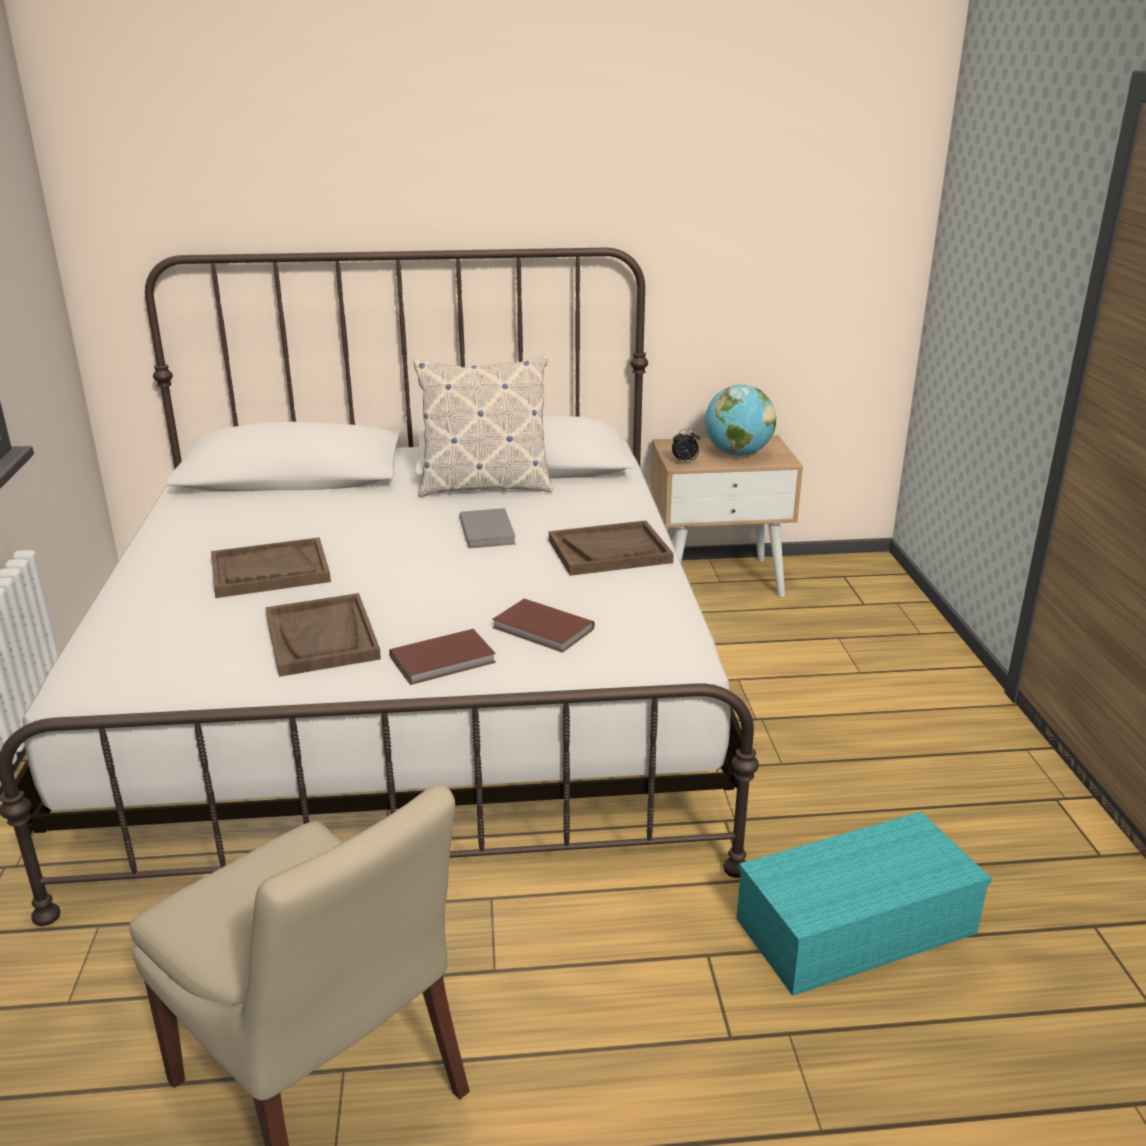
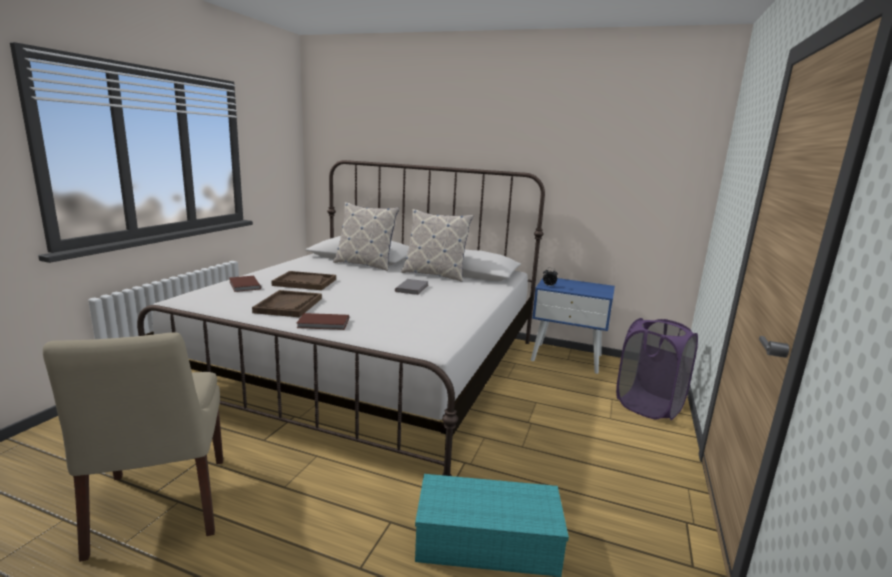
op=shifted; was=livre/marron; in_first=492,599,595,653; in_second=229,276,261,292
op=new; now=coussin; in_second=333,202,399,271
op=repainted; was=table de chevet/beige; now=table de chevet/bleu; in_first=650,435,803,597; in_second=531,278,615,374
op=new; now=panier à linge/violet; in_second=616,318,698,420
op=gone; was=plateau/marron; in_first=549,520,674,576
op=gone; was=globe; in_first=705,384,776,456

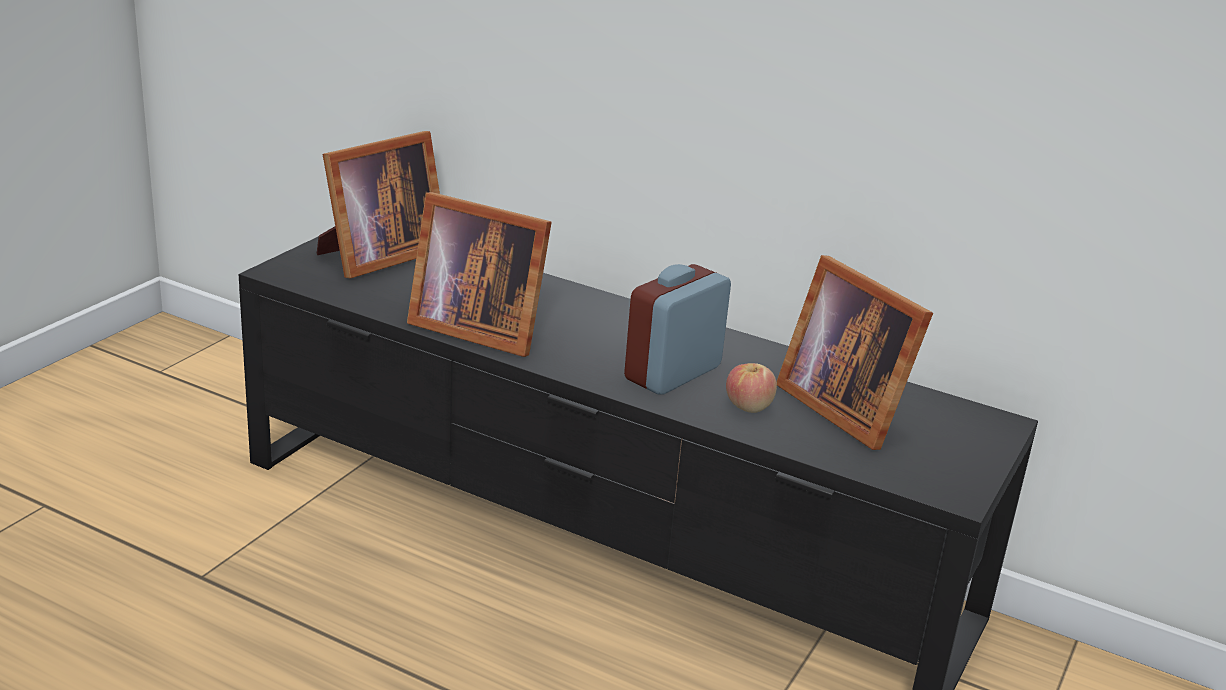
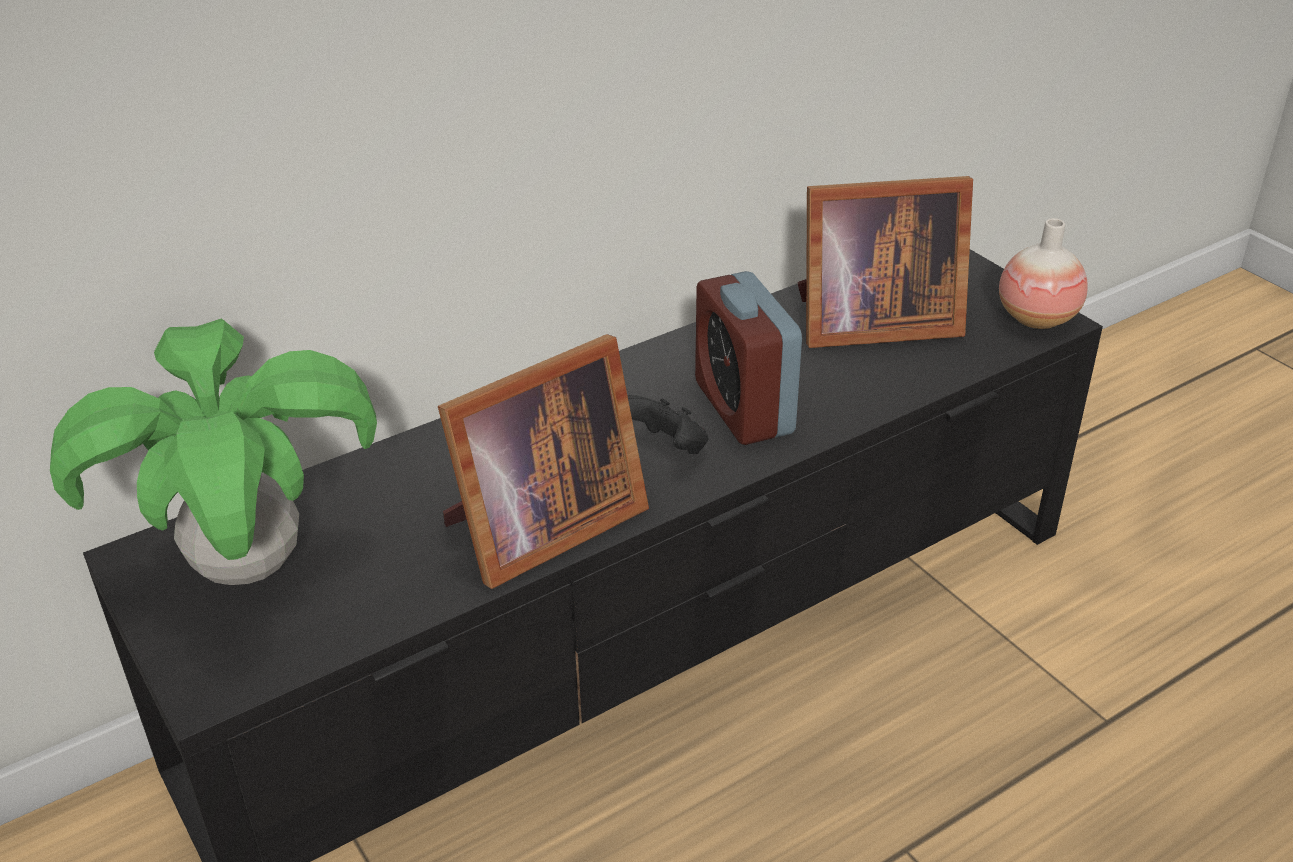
op=swapped; was=cadre photo; now=plante en pot; in_first=317,131,440,279; in_second=50,318,377,585
op=new; now=manette/noir; in_second=627,395,708,454
op=new; now=vase; in_second=999,218,1088,329
op=gone; was=pomme; in_first=726,363,777,413

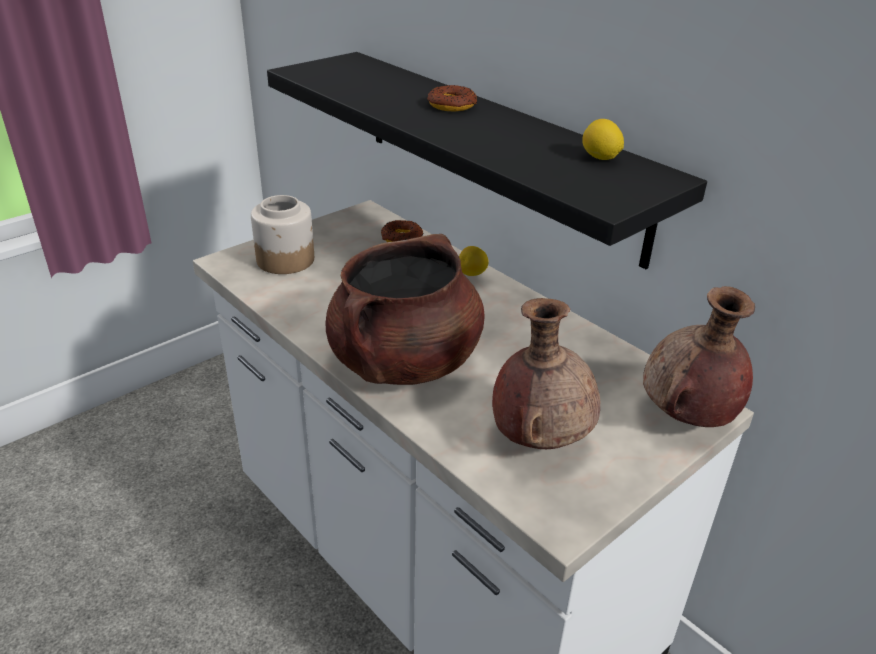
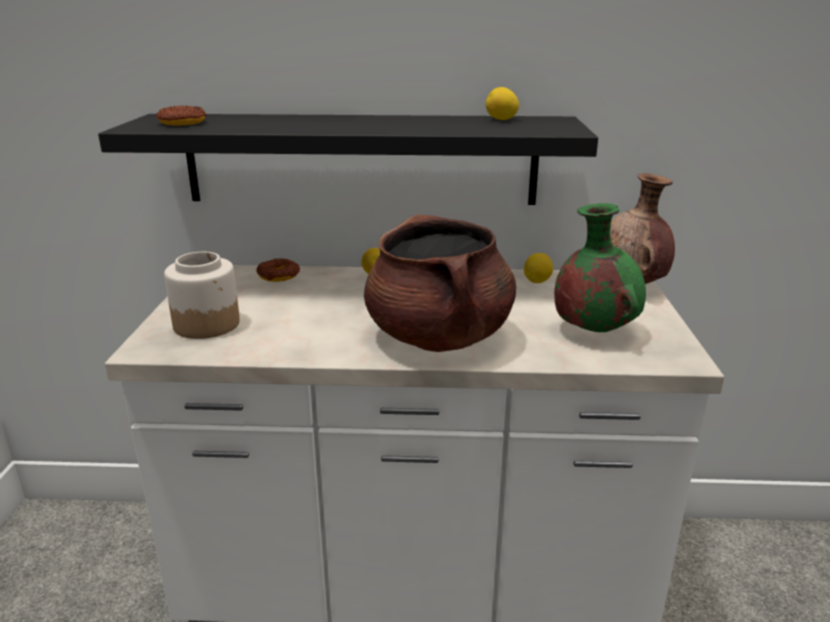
op=shifted; was=beignet; in_first=427,85,477,112; in_second=156,105,207,126
op=new; now=citron; in_second=524,253,553,283
op=repainted; was=vase/marron; now=vase/vert; in_first=492,298,600,449; in_second=554,203,646,332

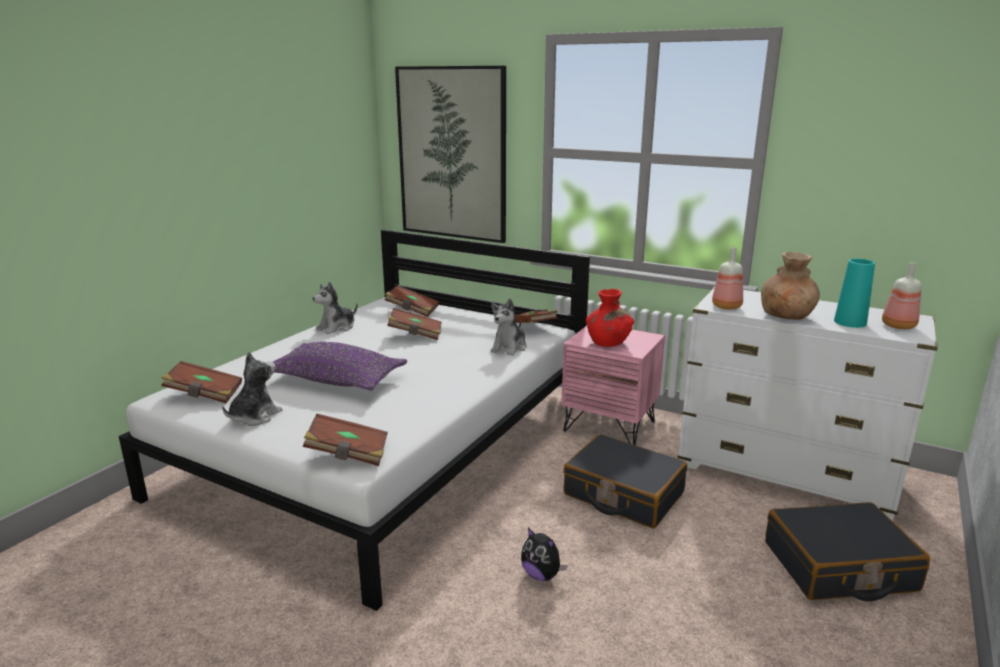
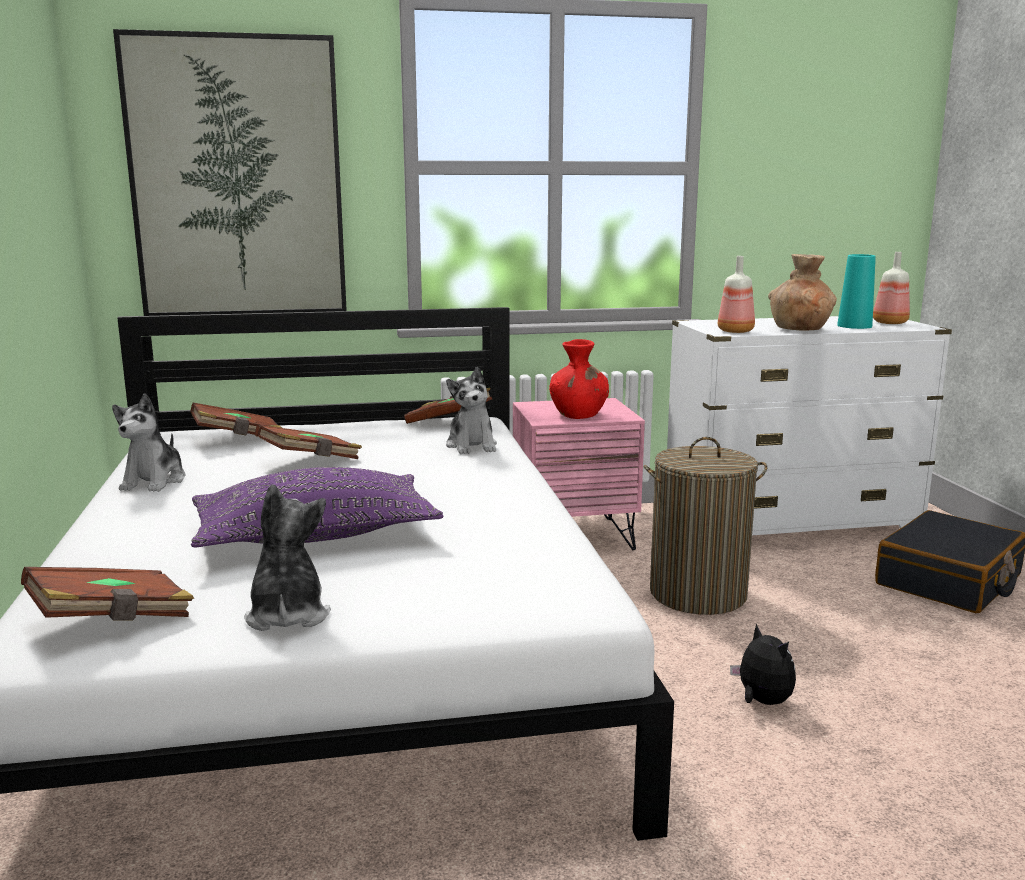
op=swapped; was=valise/noir; now=panier à linge; in_first=563,434,687,529; in_second=644,437,767,615
op=rotated; was=peluche; in_first=521,528,568,581; in_second=730,624,796,705; clockwise=-120
op=gone; was=livre/marron; in_first=303,414,388,466

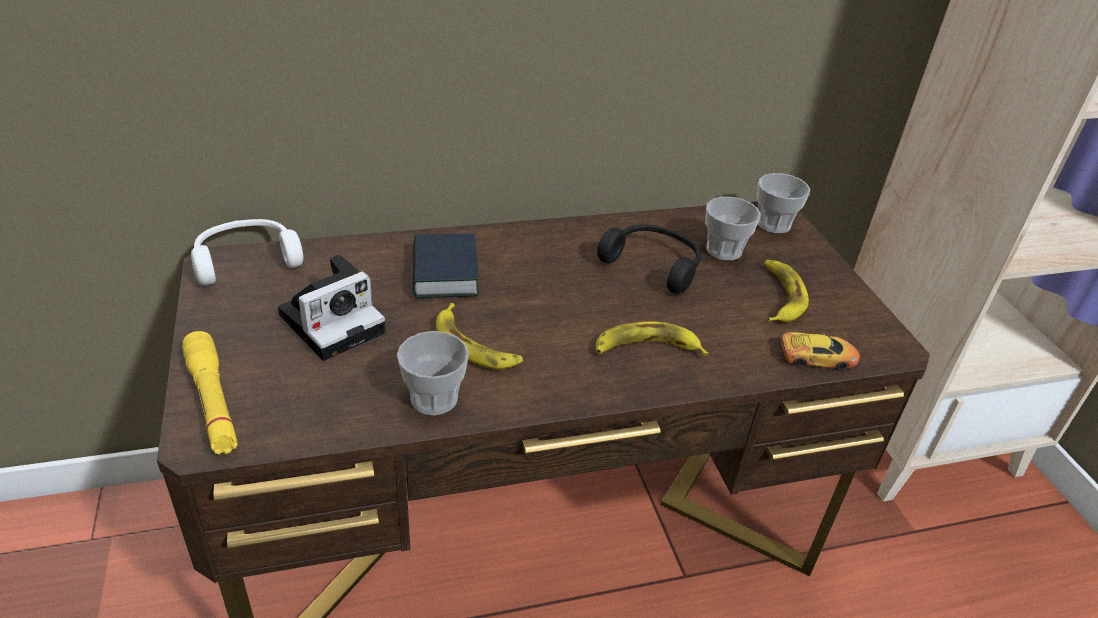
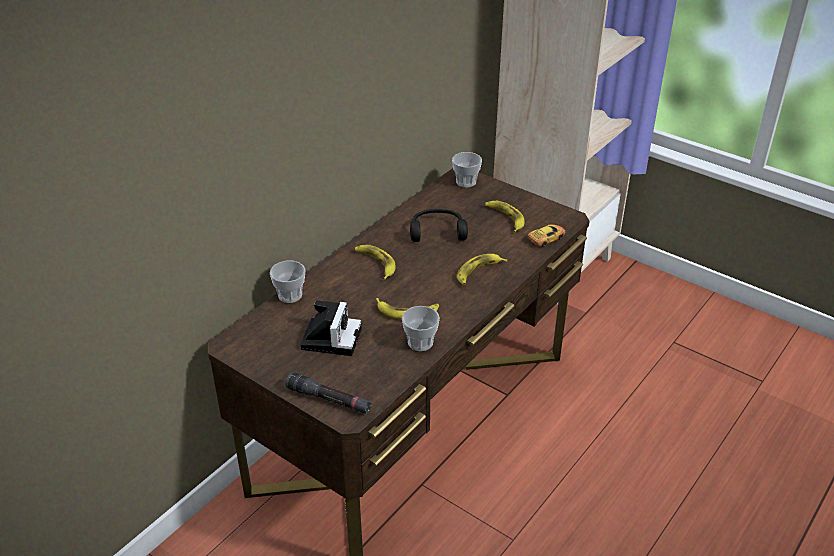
op=shifted; was=tasse; in_first=705,197,761,260; in_second=270,261,306,303
op=repainted; was=lampe de poche/jaune; now=lampe de poche/noir; in_first=182,331,238,454; in_second=286,372,372,414
op=new; now=banane; in_second=355,245,395,280
op=gone; was=casque audio/blanc; in_first=191,219,303,285
op=gone; was=livre; in_first=413,234,479,298

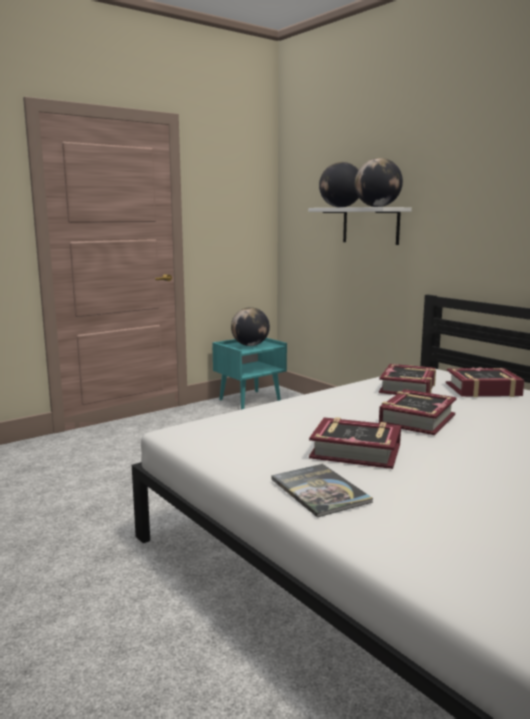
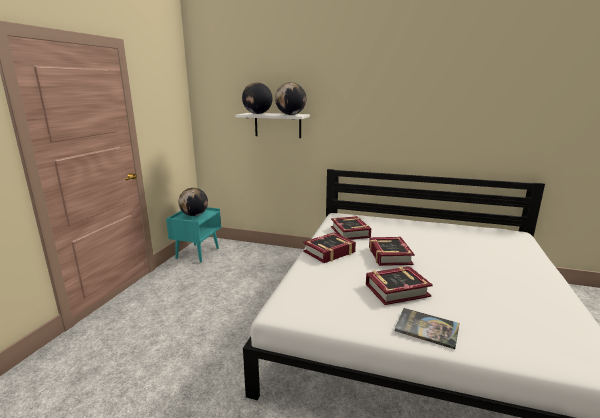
op=shifted; was=livre; in_first=446,367,525,397; in_second=303,233,356,263

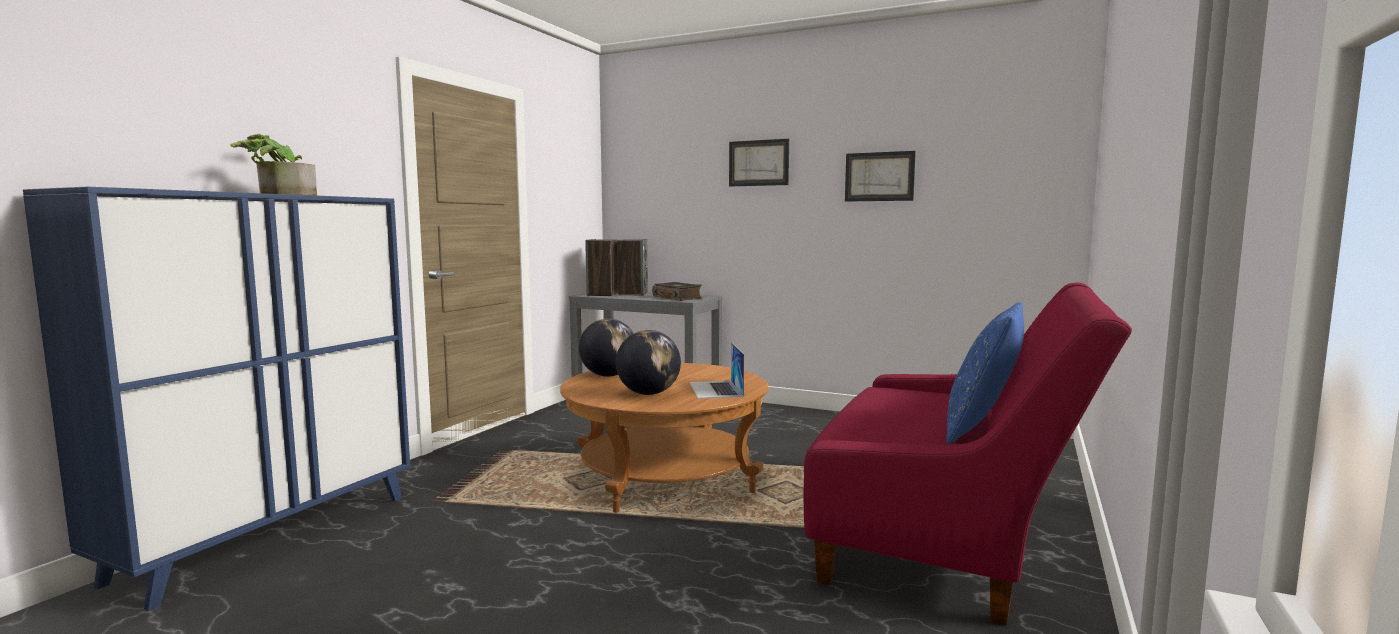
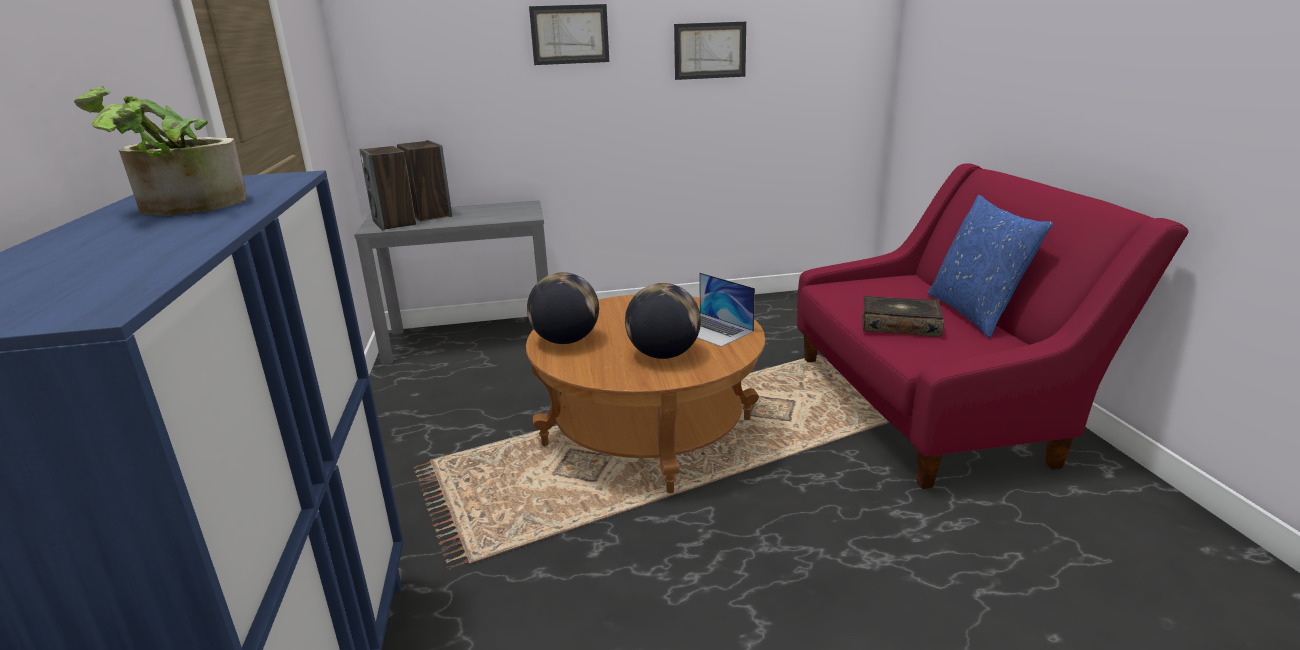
op=shifted; was=livre; in_first=652,282,702,301; in_second=862,296,944,337

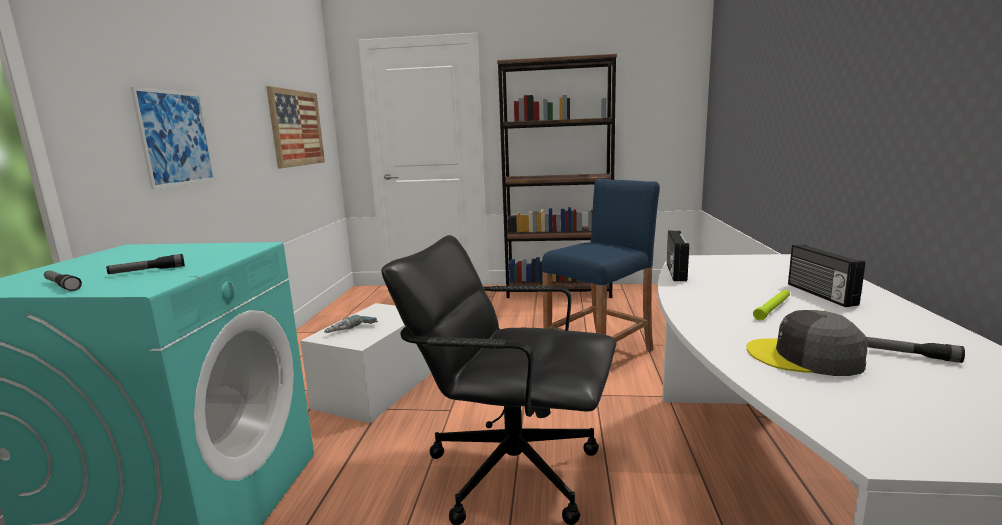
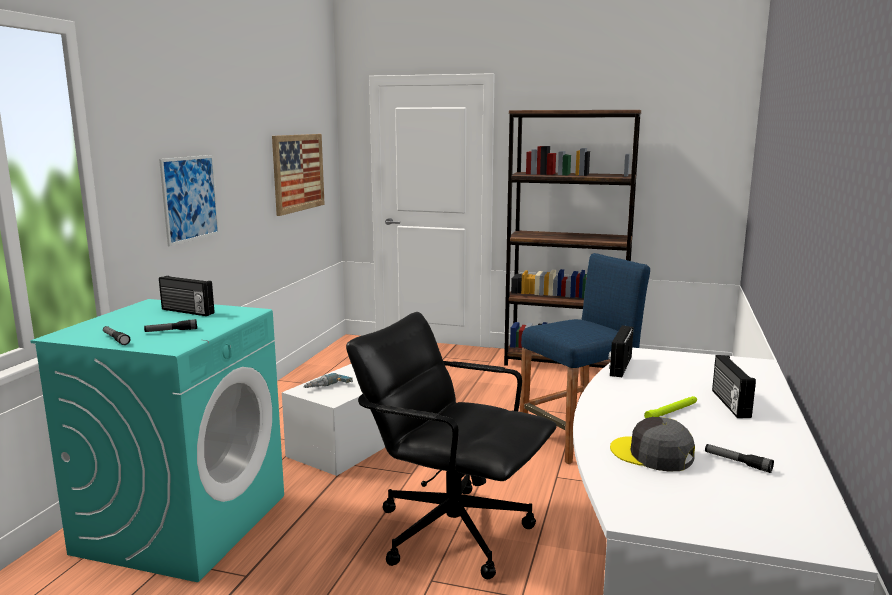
op=new; now=radio; in_second=159,276,215,316

